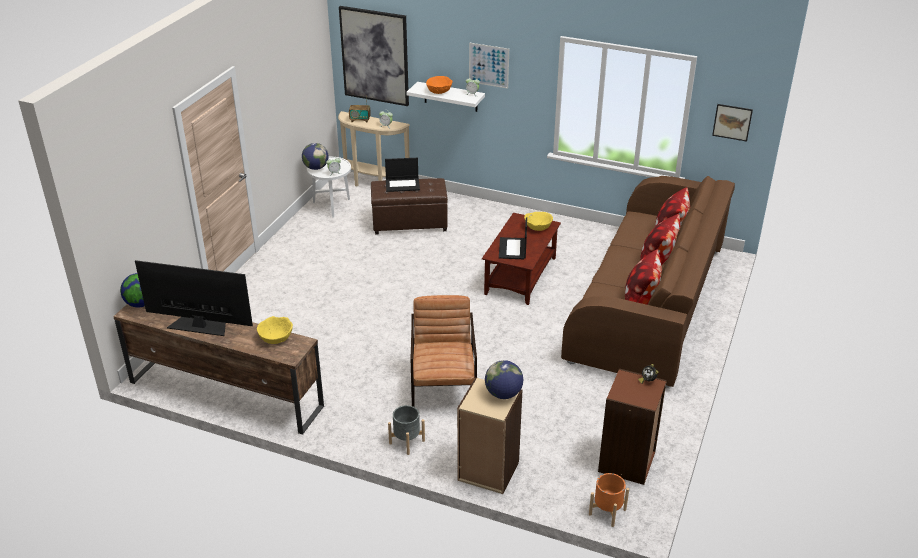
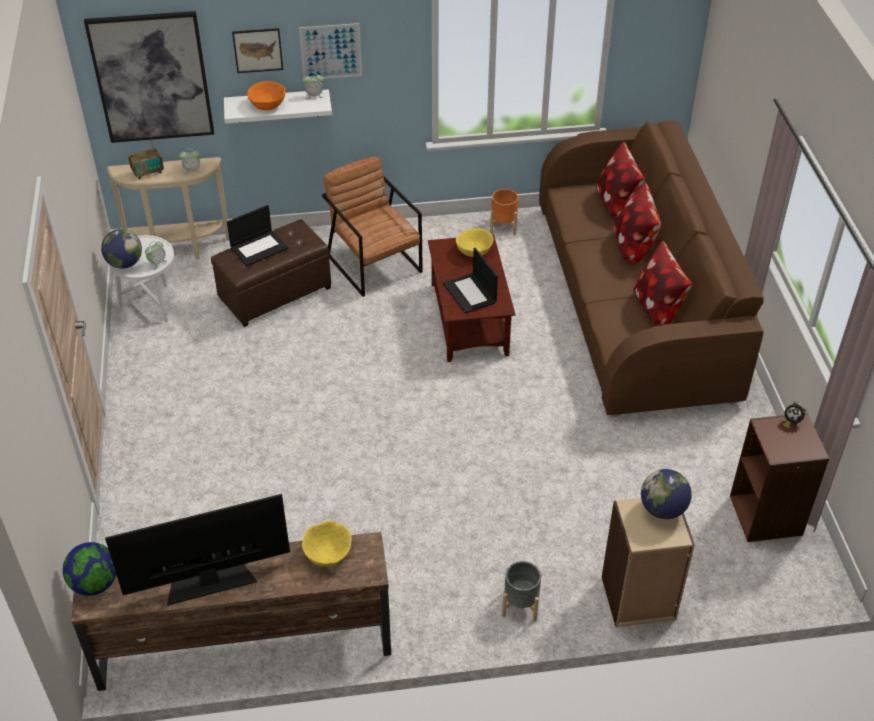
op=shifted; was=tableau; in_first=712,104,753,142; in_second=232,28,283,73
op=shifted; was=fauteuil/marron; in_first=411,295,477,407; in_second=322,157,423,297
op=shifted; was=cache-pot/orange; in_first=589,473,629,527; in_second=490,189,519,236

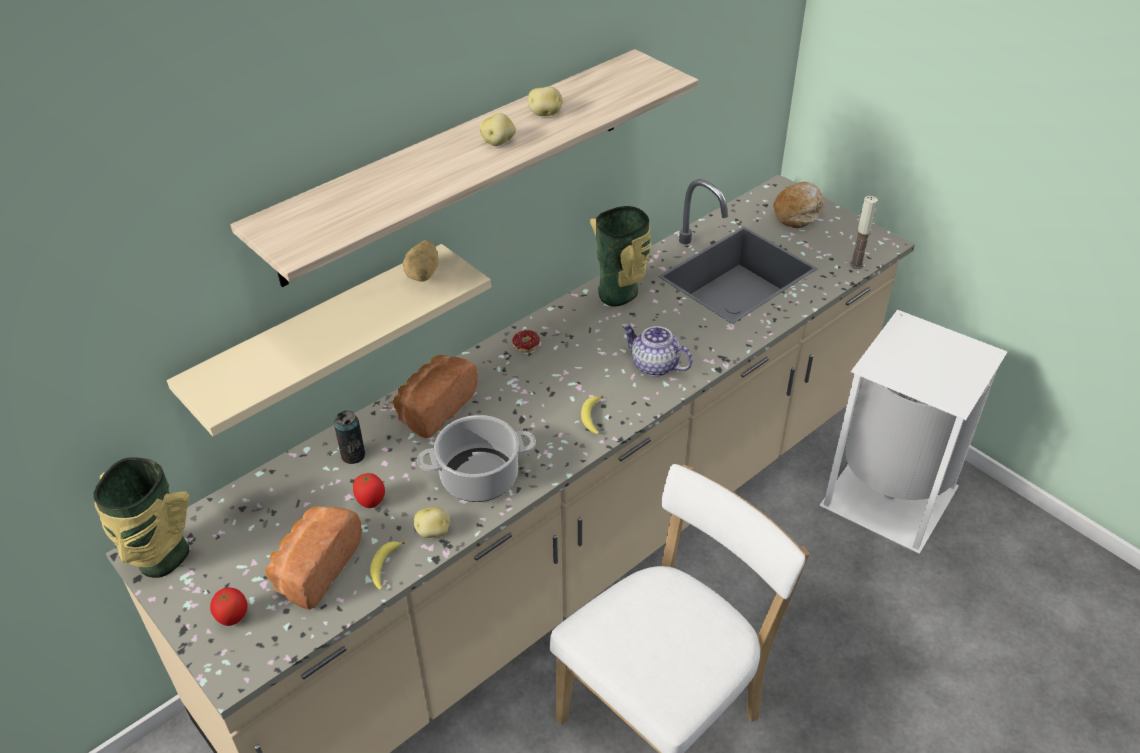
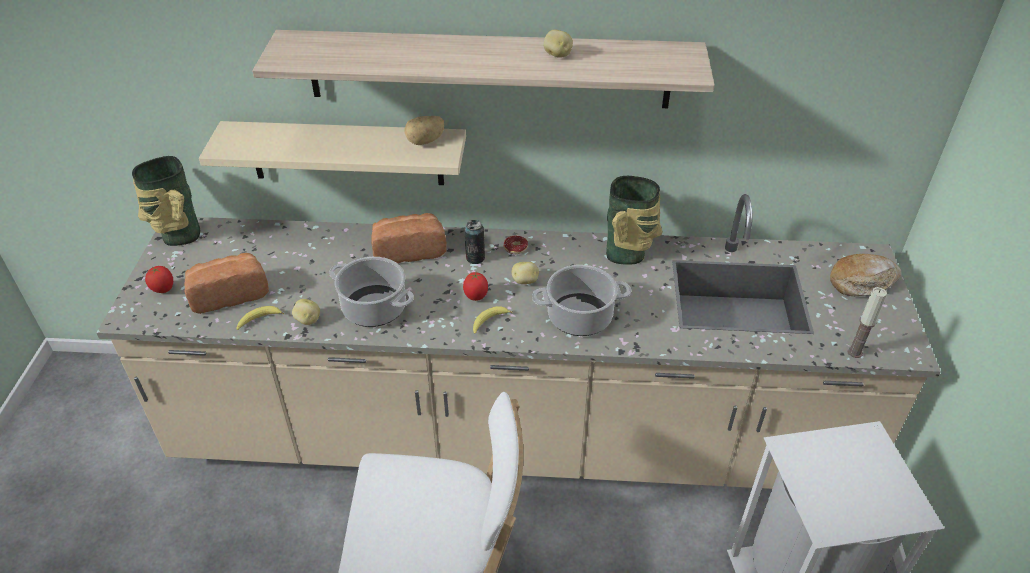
op=shifted; was=tomate; in_first=353,473,385,508; in_second=463,272,488,301
op=shifted; was=boîte métallique; in_first=334,411,365,464; in_second=464,220,485,264
op=shifted; was=pomme de terre; in_first=480,113,516,146; in_second=512,262,539,284
op=swapped; was=théière; now=marmite; in_first=622,323,693,377; in_second=532,265,631,336

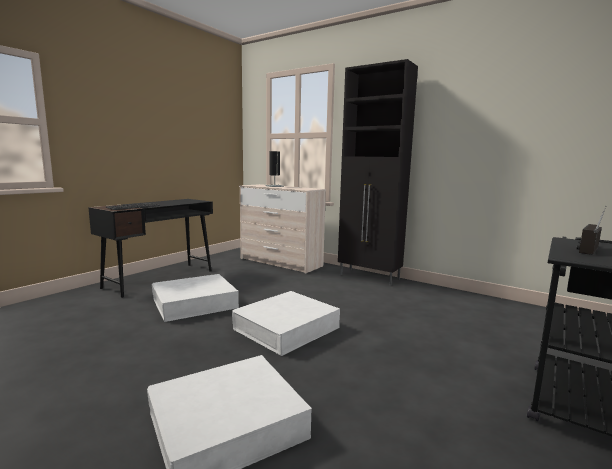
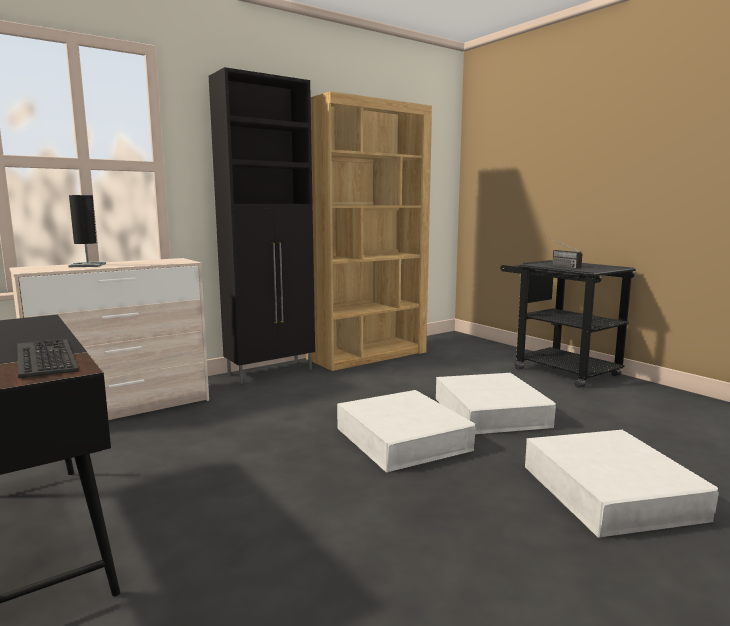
op=new; now=bibliothèque/marron; in_second=306,91,432,371
op=shifted; was=boîte de rangement/blanc; in_first=152,274,239,322; in_second=436,373,556,434

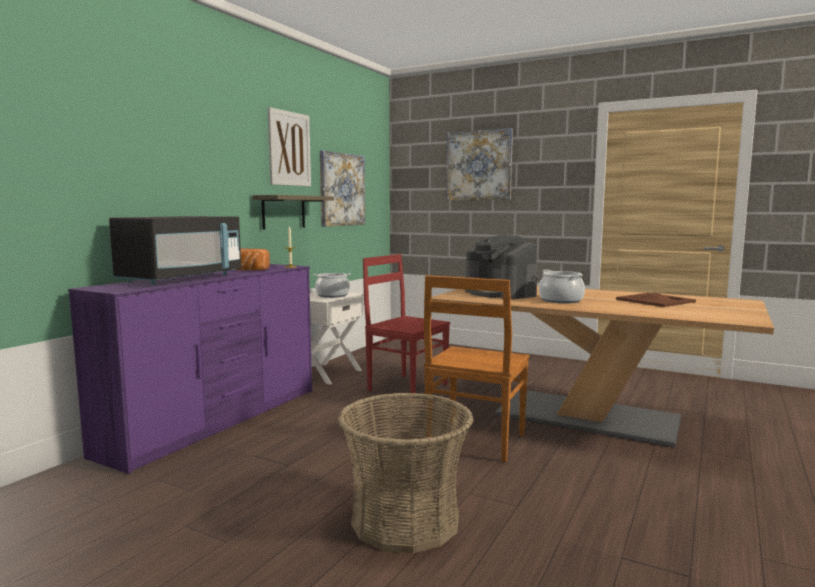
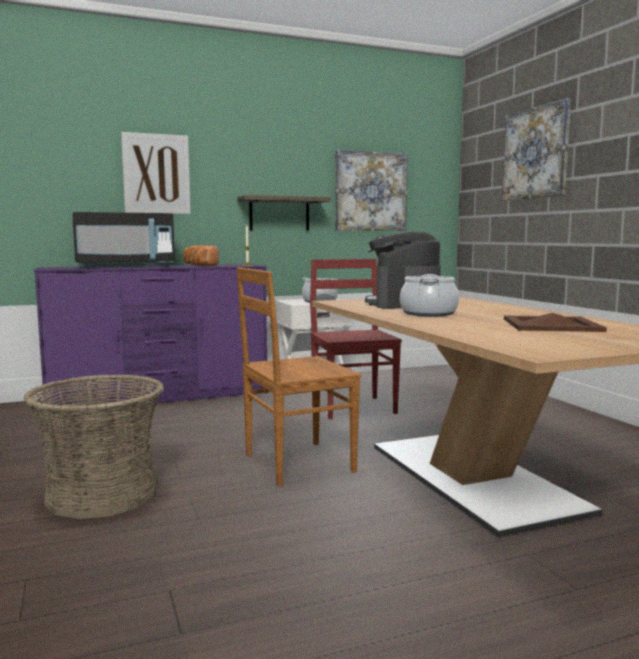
op=shifted; was=tableau; in_first=268,107,311,186; in_second=121,132,191,214

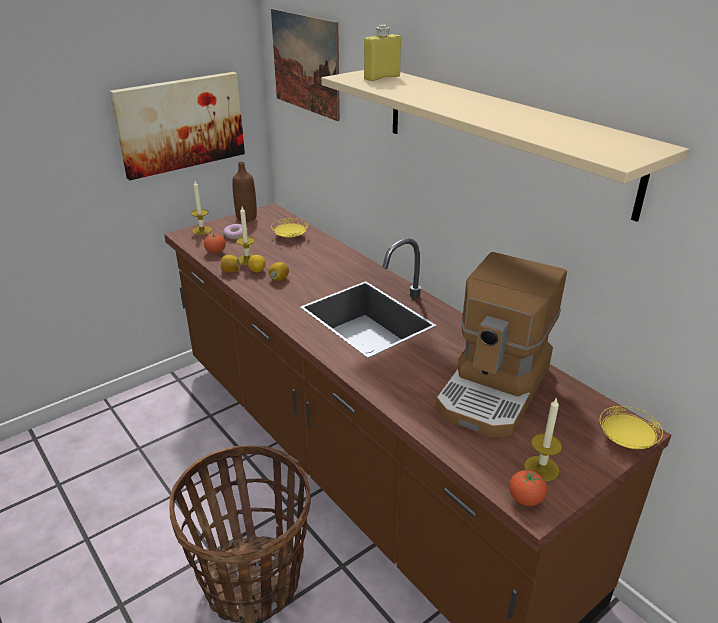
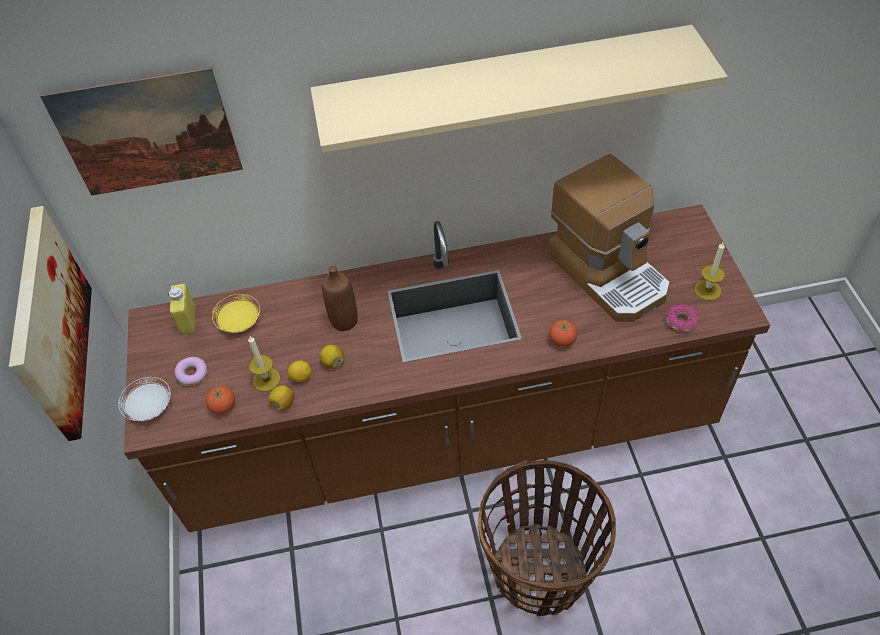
op=swapped; was=bougie; now=assiette/blanc; in_first=191,181,212,235; in_second=118,377,171,421
op=shifted; was=bouteille/jaune; in_first=364,25,401,81; in_second=168,284,196,335
op=shifted; was=bouteille/marron; in_first=232,162,257,222; in_second=322,266,358,331
op=shifted; was=tomate; in_first=509,469,547,506; in_second=549,320,577,347
op=new; now=beignet; in_second=665,304,699,332
op=gone; was=assiette/jaune; in_first=600,406,663,449

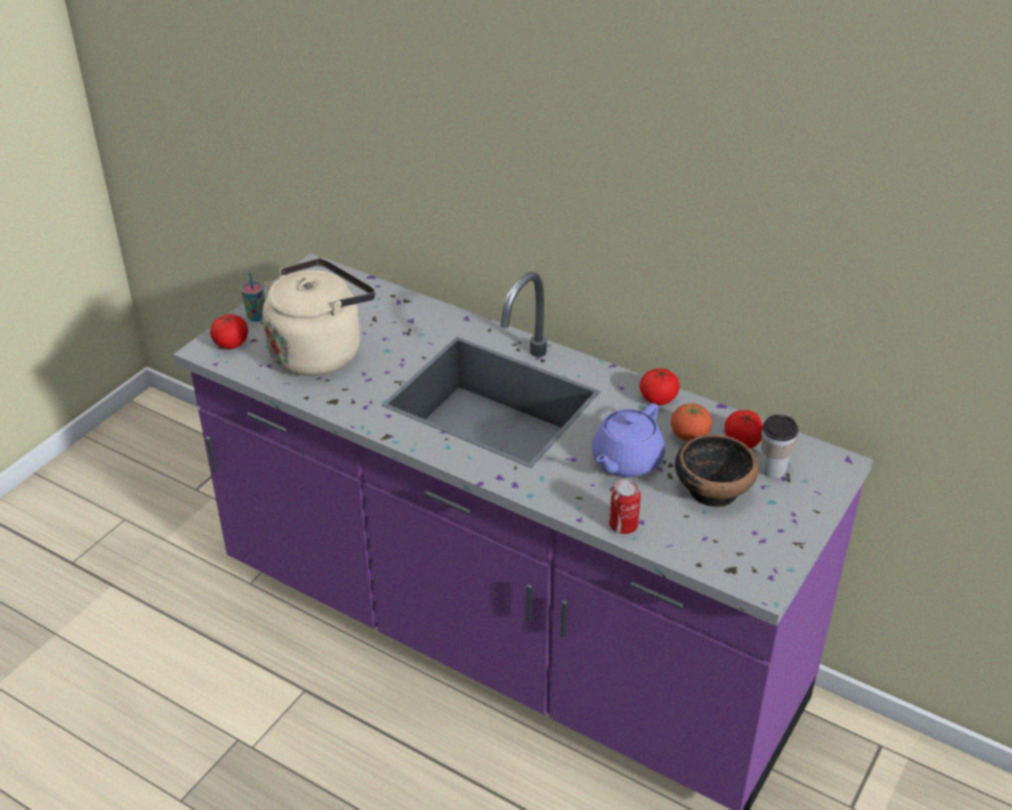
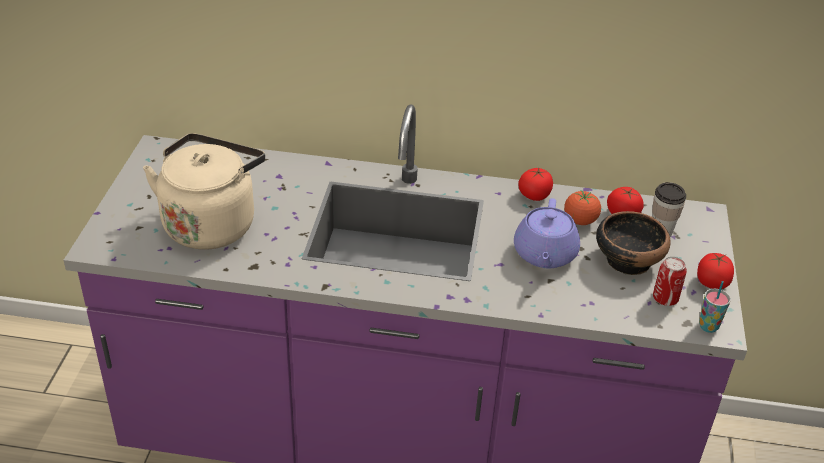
op=shifted; was=boîte métallique; in_first=609,479,641,534; in_second=653,256,687,306
op=shifted; was=tomate; in_first=210,314,248,349; in_second=697,253,734,289
op=shifted; was=tasse; in_first=241,272,265,322; in_second=699,281,731,333

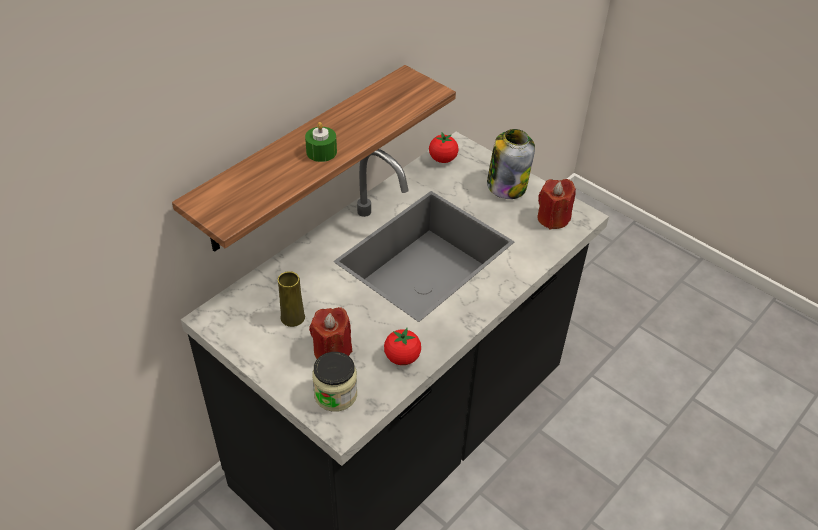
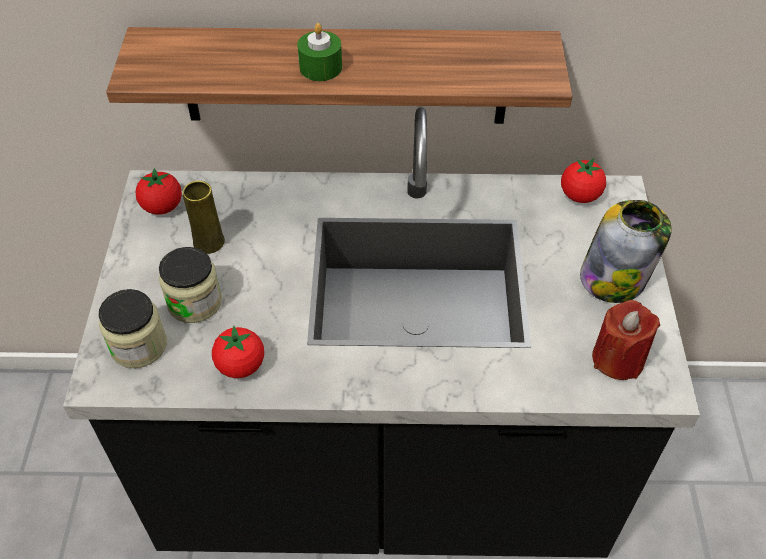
op=new; now=tomate; in_second=136,168,182,215
op=swapped; was=bougie/rouge; now=bocal; in_first=309,307,352,359; in_second=159,247,222,323

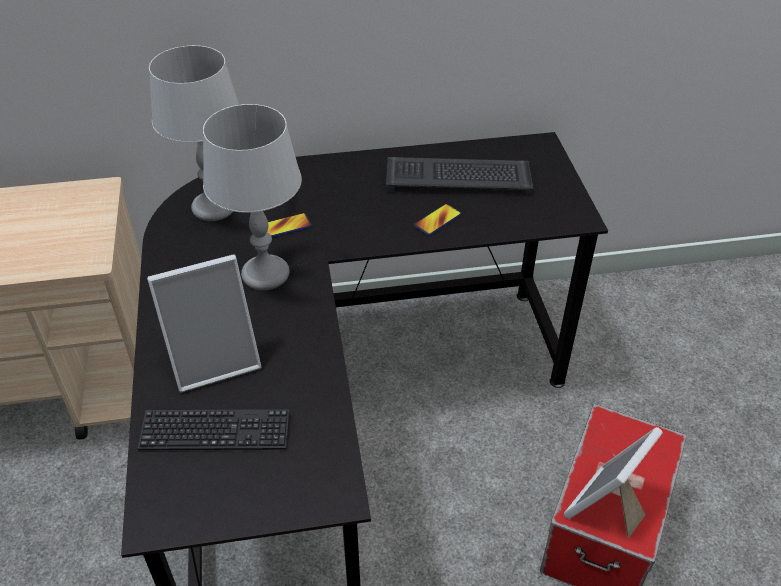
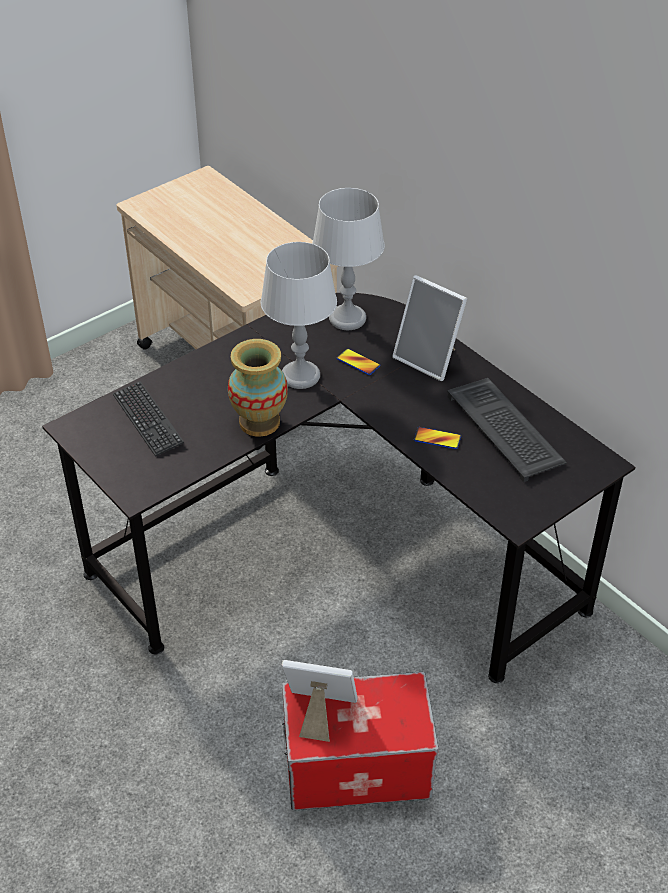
op=new; now=vase; in_second=228,339,288,436
op=shifted; was=cadre photo; in_first=147,254,261,393; in_second=392,275,467,381

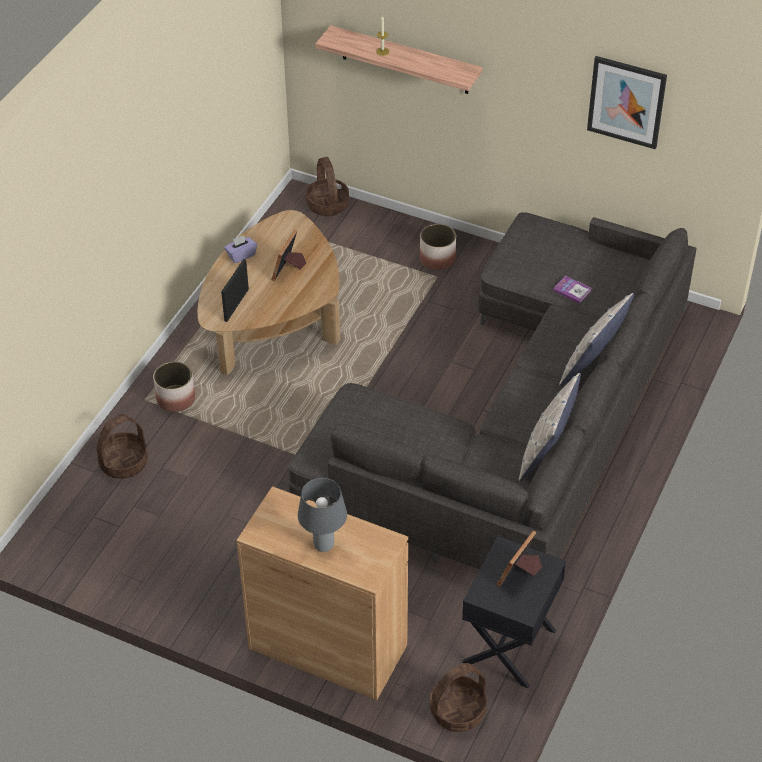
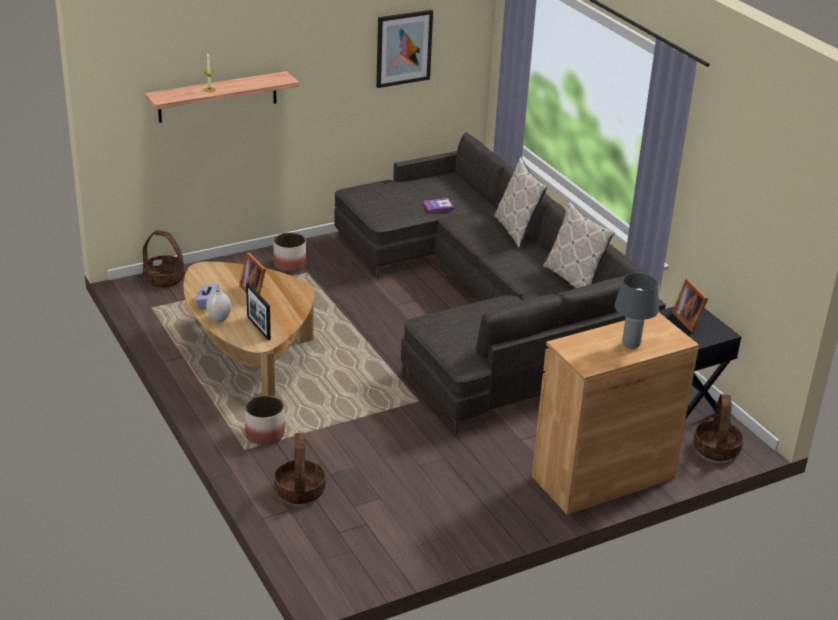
op=new; now=vase/blanc; in_second=206,289,231,322

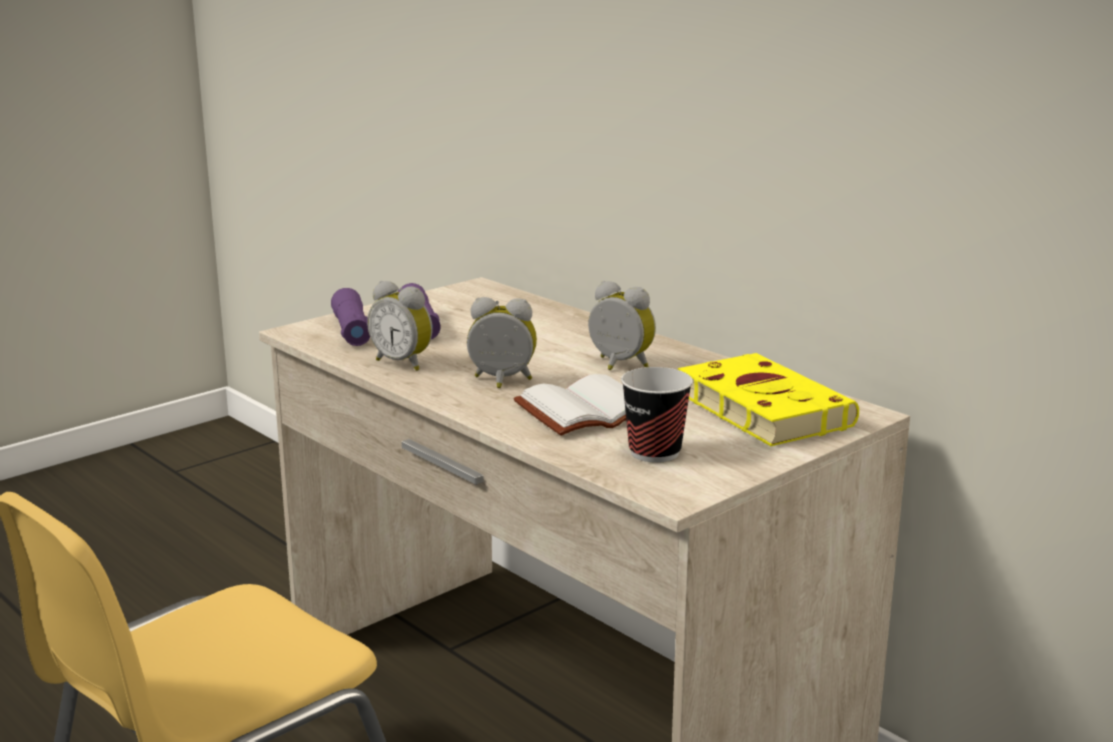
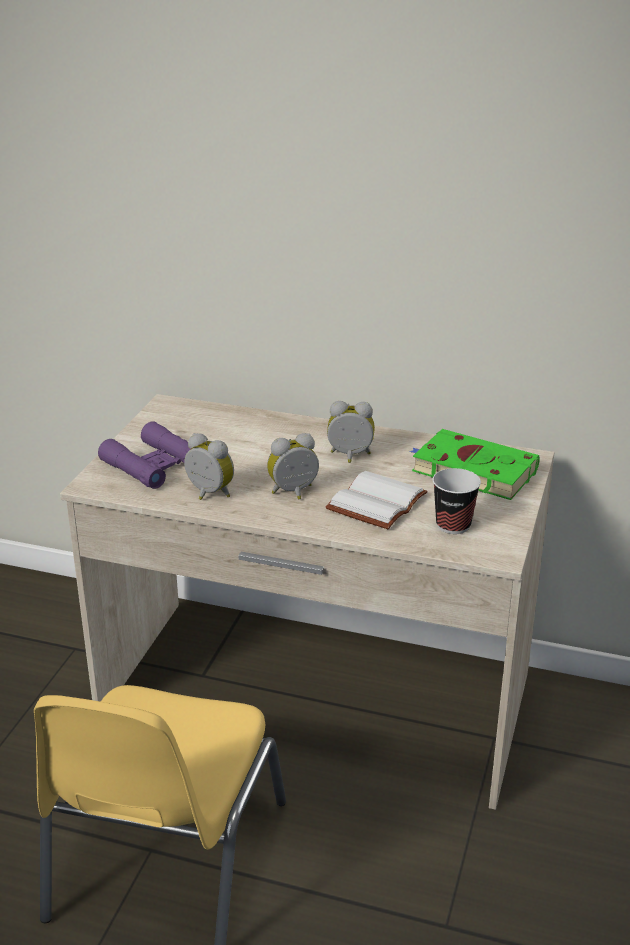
op=rotated; was=réveil; in_first=367,281,433,371; in_second=184,433,234,500; clockwise=-150
op=repainted; was=livre/jaune; now=livre/vert; in_first=678,353,859,446; in_second=409,429,540,500

